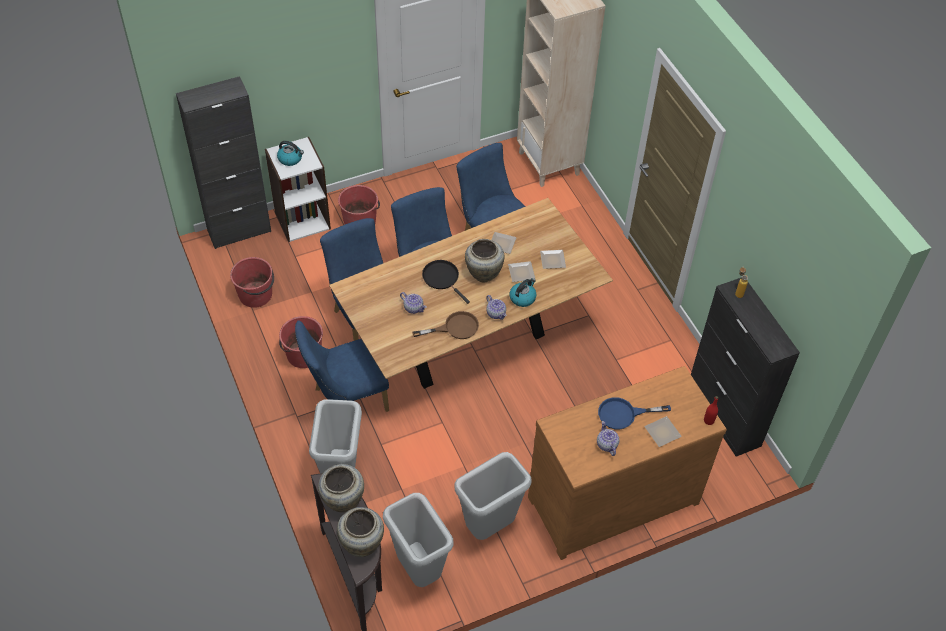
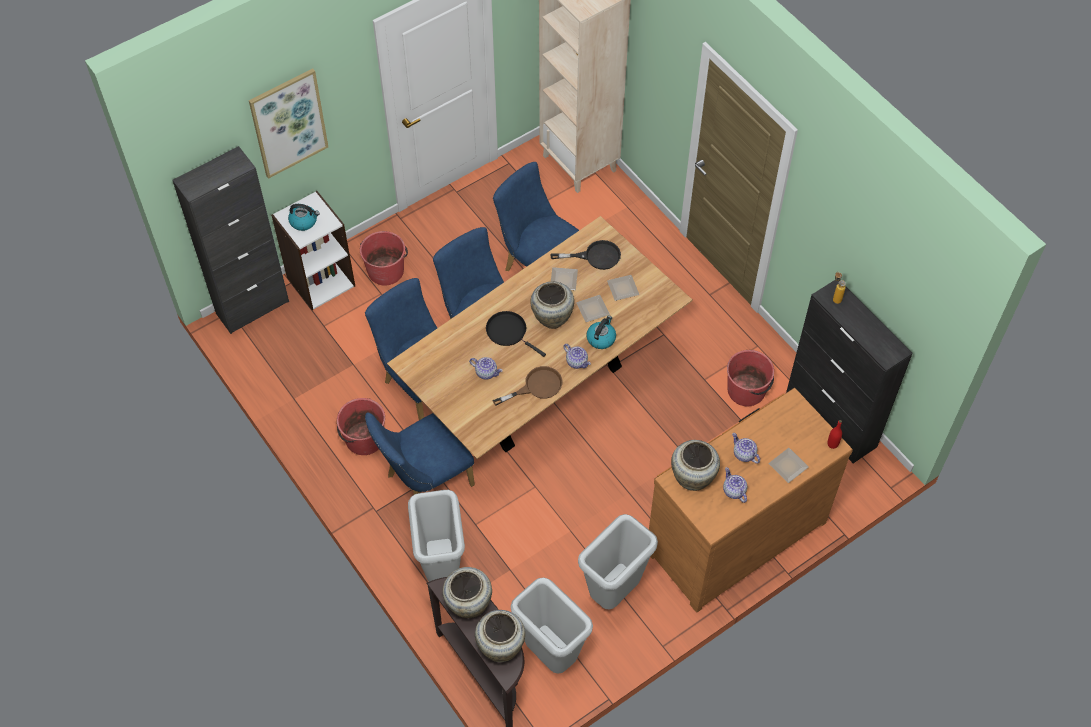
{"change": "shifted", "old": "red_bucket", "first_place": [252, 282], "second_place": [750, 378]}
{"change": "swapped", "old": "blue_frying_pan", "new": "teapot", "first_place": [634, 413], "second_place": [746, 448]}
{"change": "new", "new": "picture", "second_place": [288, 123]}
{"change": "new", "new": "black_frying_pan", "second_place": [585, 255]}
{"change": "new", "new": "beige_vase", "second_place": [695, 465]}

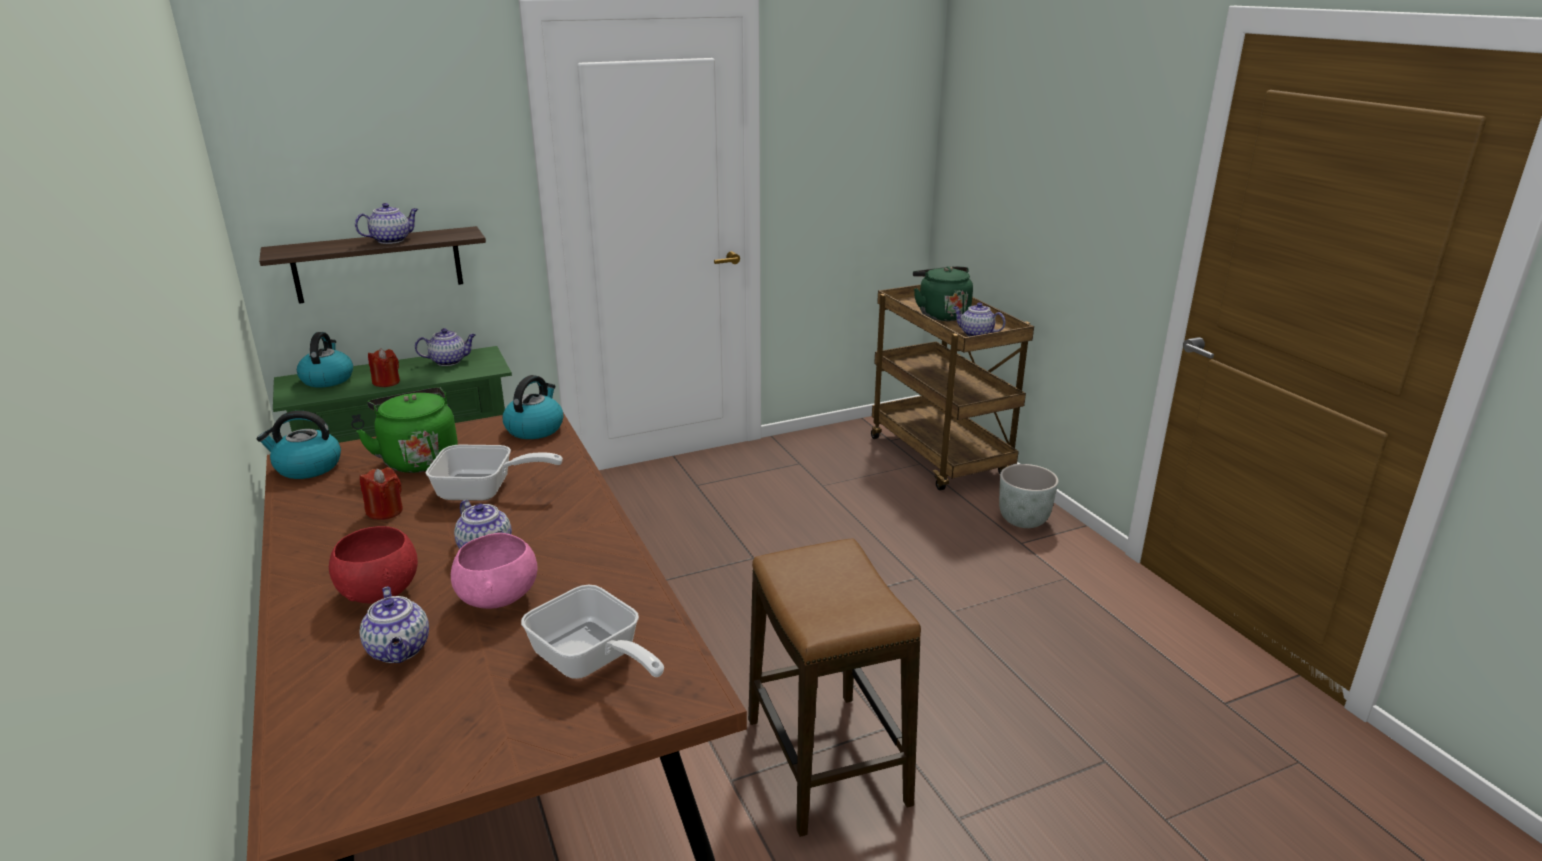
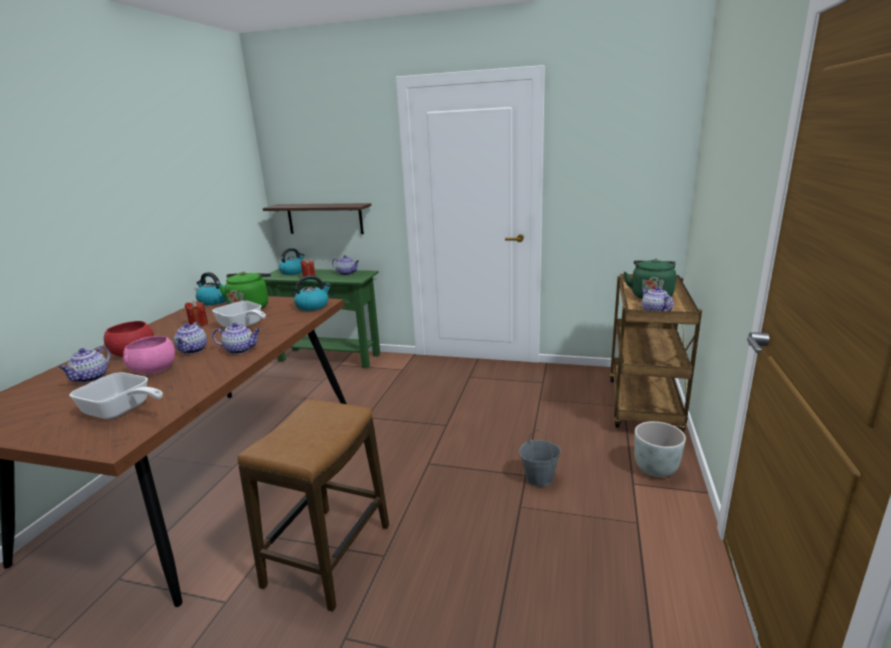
{"change": "shifted", "old": "teapot", "first_place": [386, 223], "second_place": [236, 338]}
{"change": "rotated", "old": "frying_pan", "first_place": [592, 632], "second_place": [116, 395], "degrees": -60}
{"change": "new", "new": "grey_bucket", "second_place": [540, 458]}

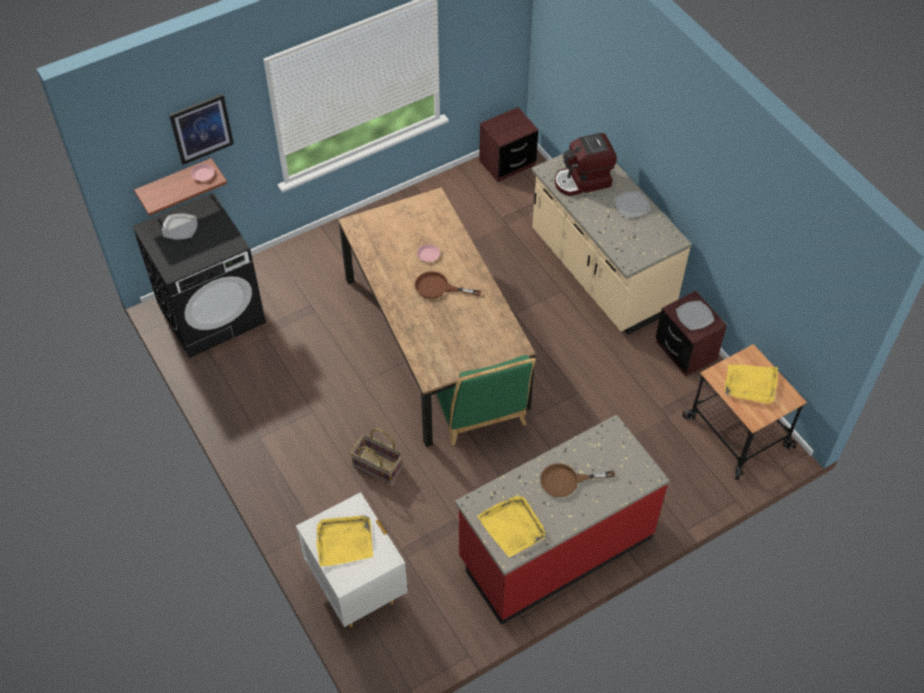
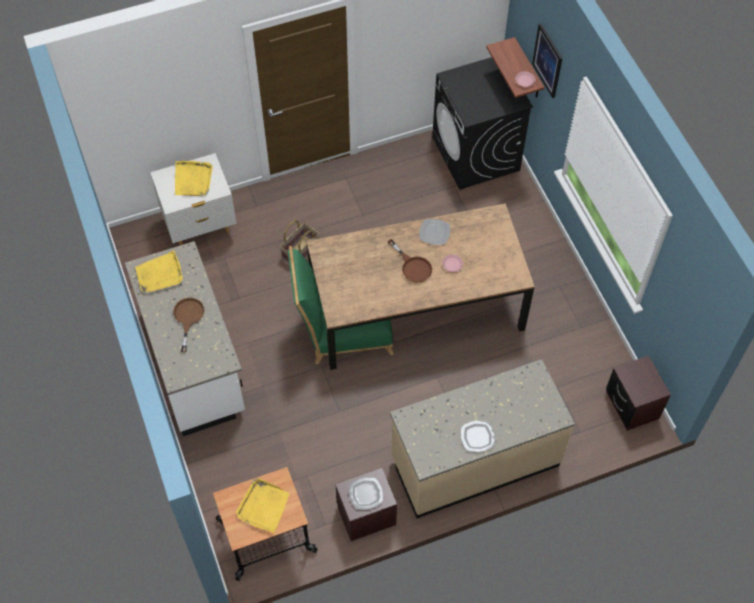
{"change": "gone", "old": "coffee_machine", "first_place": [586, 164]}
{"change": "shifted", "old": "plate", "first_place": [179, 226], "second_place": [434, 232]}
{"change": "rotated", "old": "brown_frying_pan", "first_place": [448, 285], "second_place": [410, 261], "degrees": 120}
{"change": "repainted", "old": "red_counter", "new": "white_counter", "first_place": [562, 520], "second_place": [185, 338]}

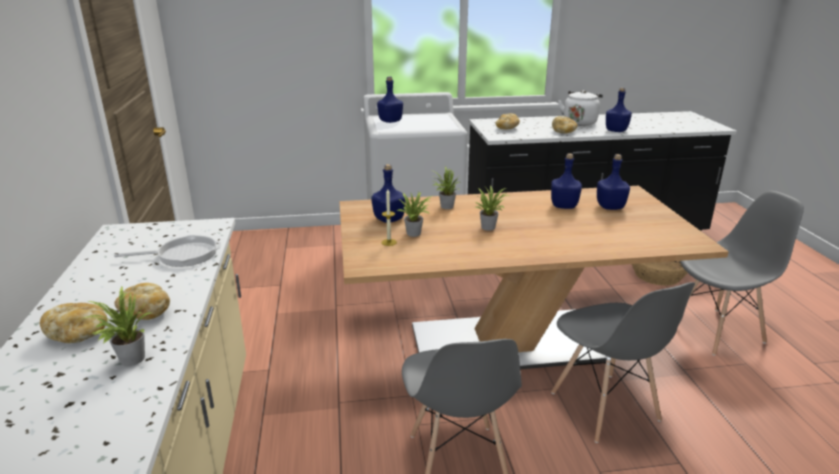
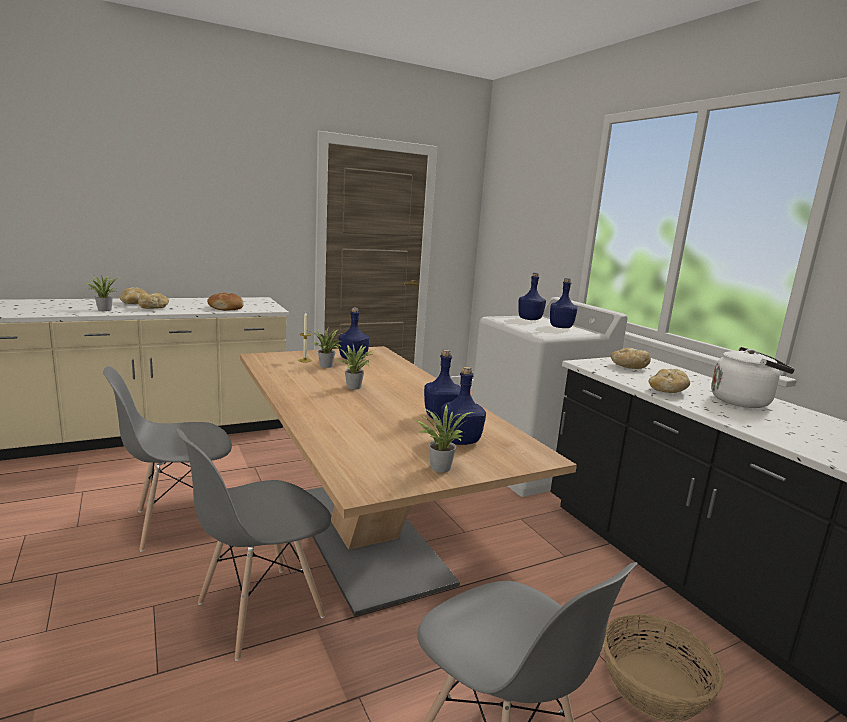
{"change": "shifted", "old": "blue_bottle", "first_place": [619, 110], "second_place": [564, 303]}
{"change": "shifted", "old": "potted_plant", "first_place": [445, 188], "second_place": [444, 439]}
{"change": "swapped", "old": "frying_pan", "new": "bread", "first_place": [167, 251], "second_place": [225, 302]}

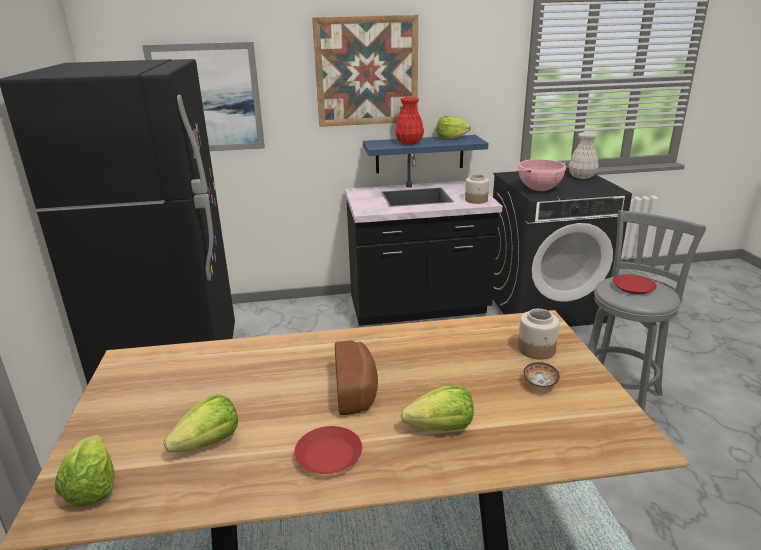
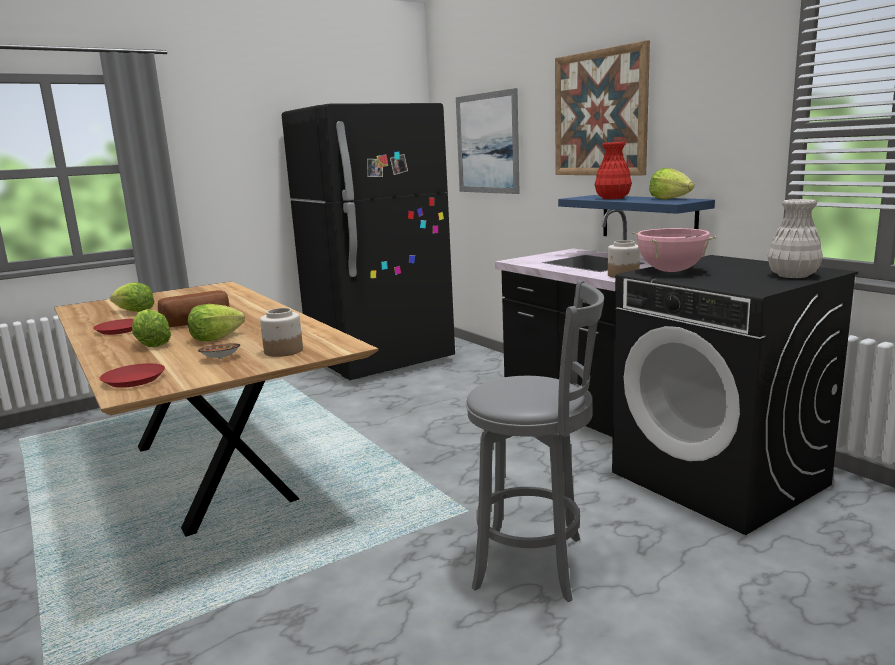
{"change": "shifted", "old": "red_plate", "first_place": [635, 284], "second_place": [132, 375]}
{"change": "shifted", "old": "lettuce", "first_place": [85, 471], "second_place": [216, 322]}

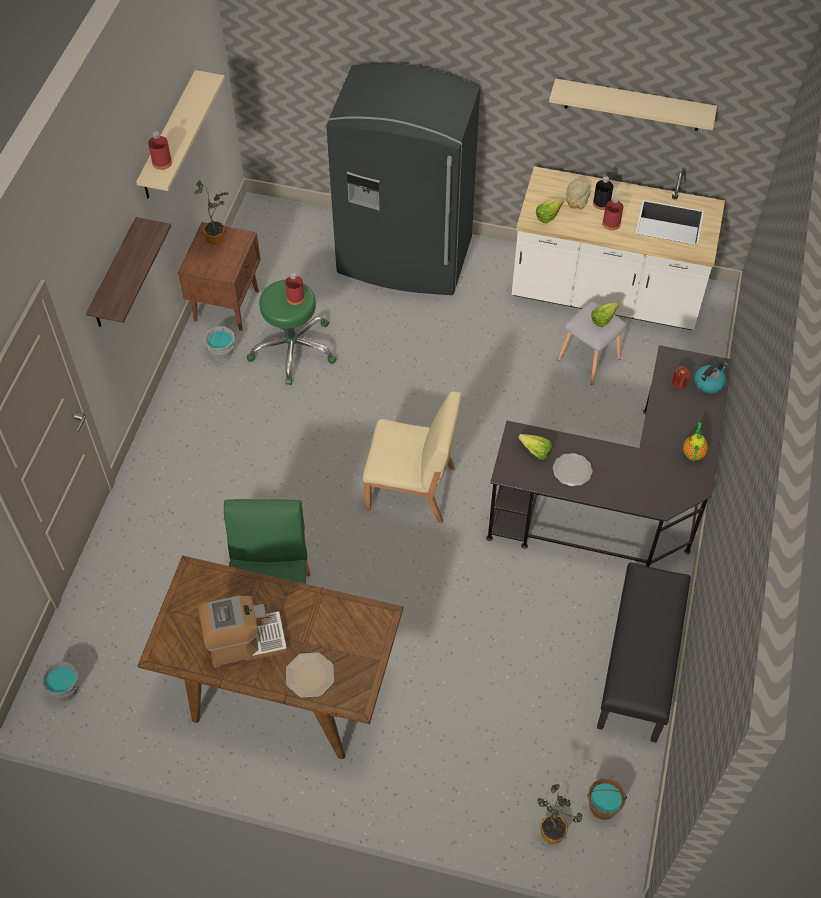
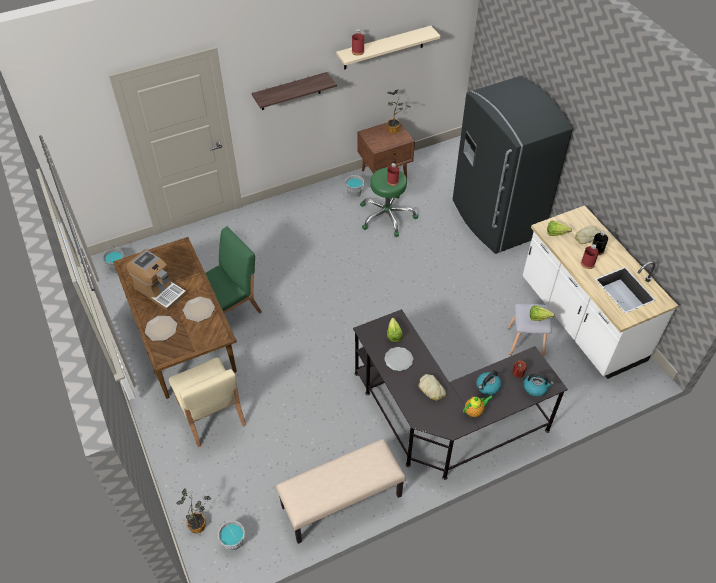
{"change": "gone", "old": "beige_shelf", "first_place": [633, 104]}
{"change": "shifted", "old": "beige_chair", "first_place": [412, 457], "second_place": [207, 402]}
{"change": "repainted", "old": "black_bench", "new": "beige_bench", "first_place": [644, 653], "second_place": [341, 491]}
{"change": "repainted", "old": "brown_bucket", "new": "grey_bucket", "first_place": [607, 799], "second_place": [231, 536]}
{"change": "new", "new": "plate", "second_place": [199, 309]}
{"change": "new", "new": "kettle", "second_place": [488, 382]}
{"change": "new", "new": "bread", "second_place": [432, 387]}

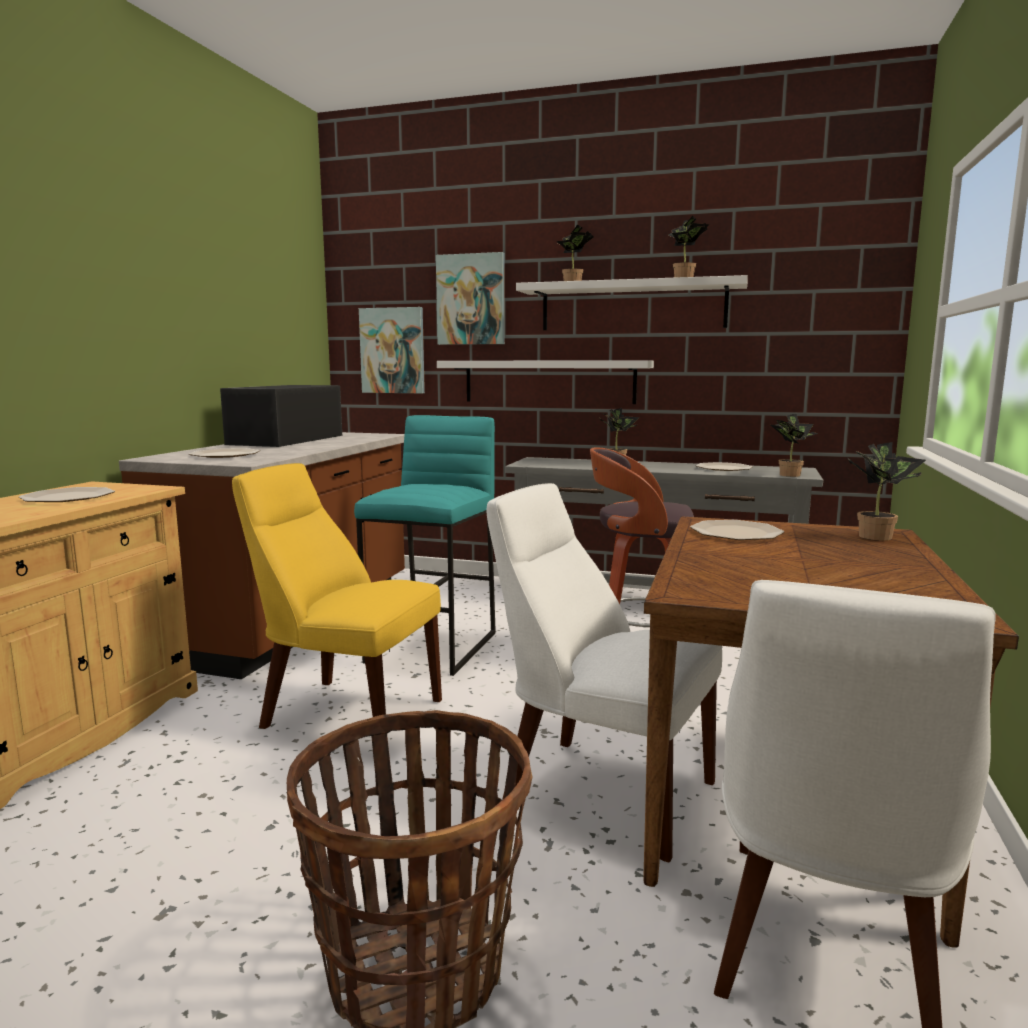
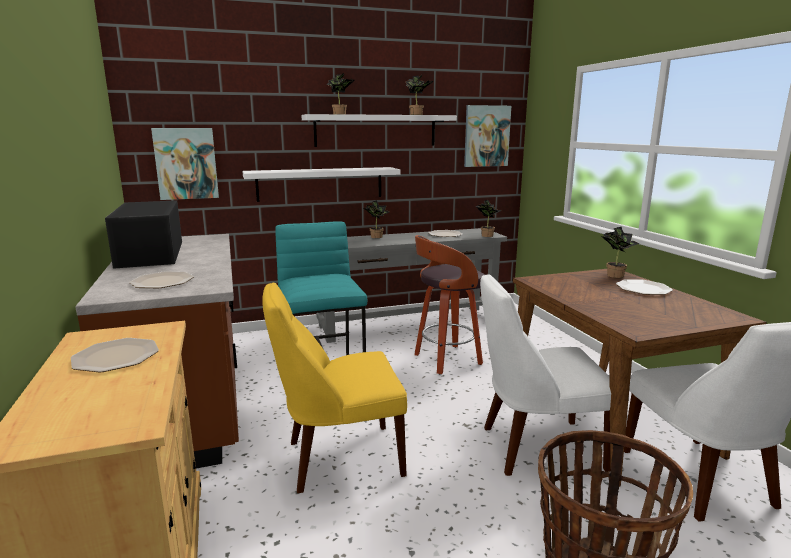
{"change": "shifted", "old": "picture", "first_place": [470, 298], "second_place": [487, 136]}
{"change": "shifted", "old": "plate", "first_place": [737, 530], "second_place": [644, 287]}

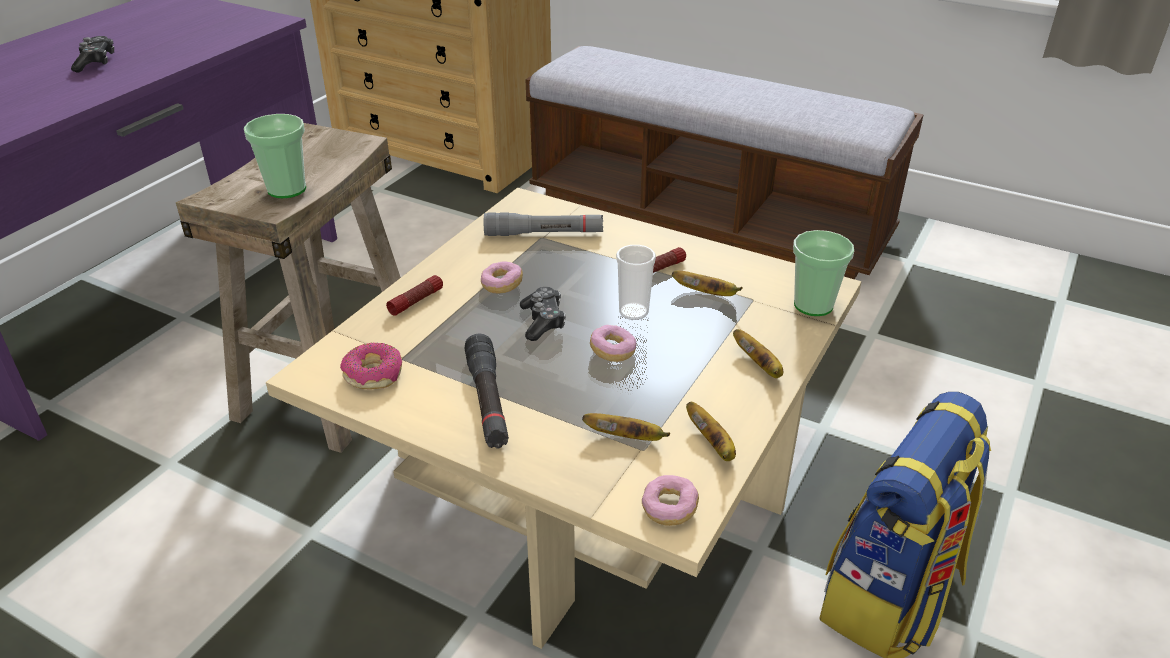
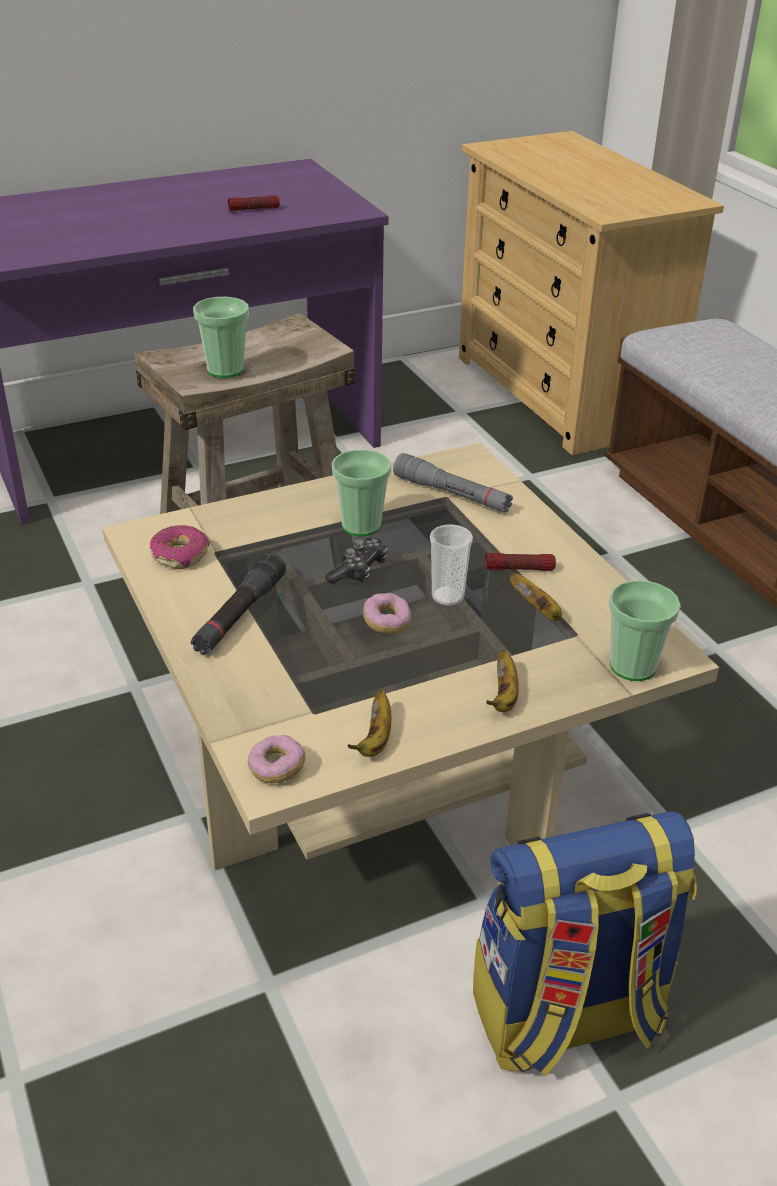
{"change": "gone", "old": "game_controller", "first_place": [92, 54]}
{"change": "swapped", "old": "donut", "new": "cup", "first_place": [502, 277], "second_place": [361, 492]}
{"change": "shifted", "old": "flashlight", "first_place": [414, 295], "second_place": [254, 203]}
{"change": "gone", "old": "banana", "first_place": [626, 427]}

